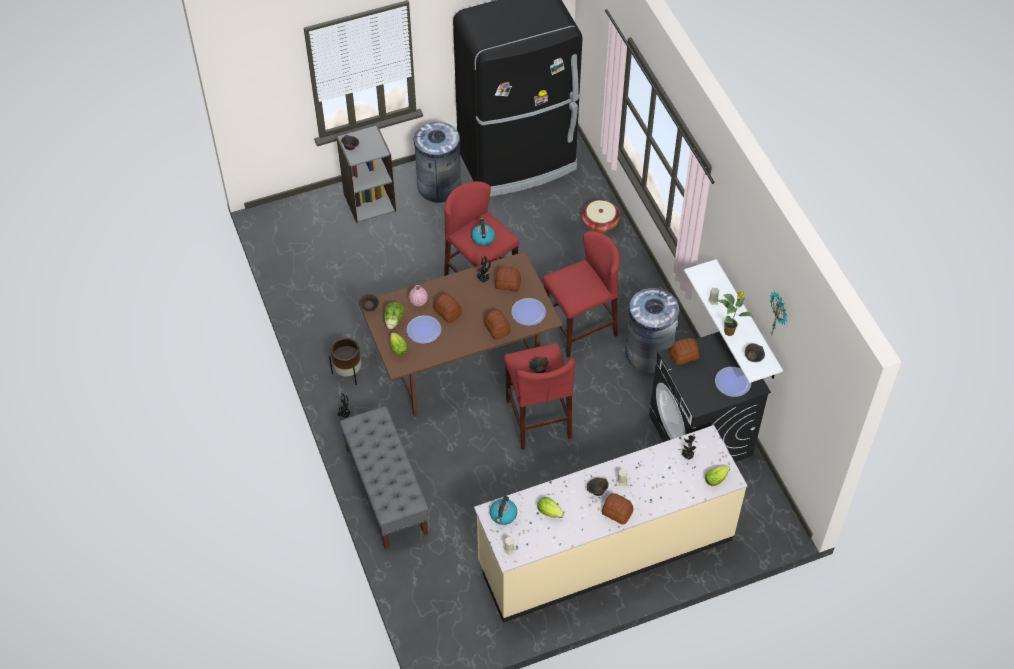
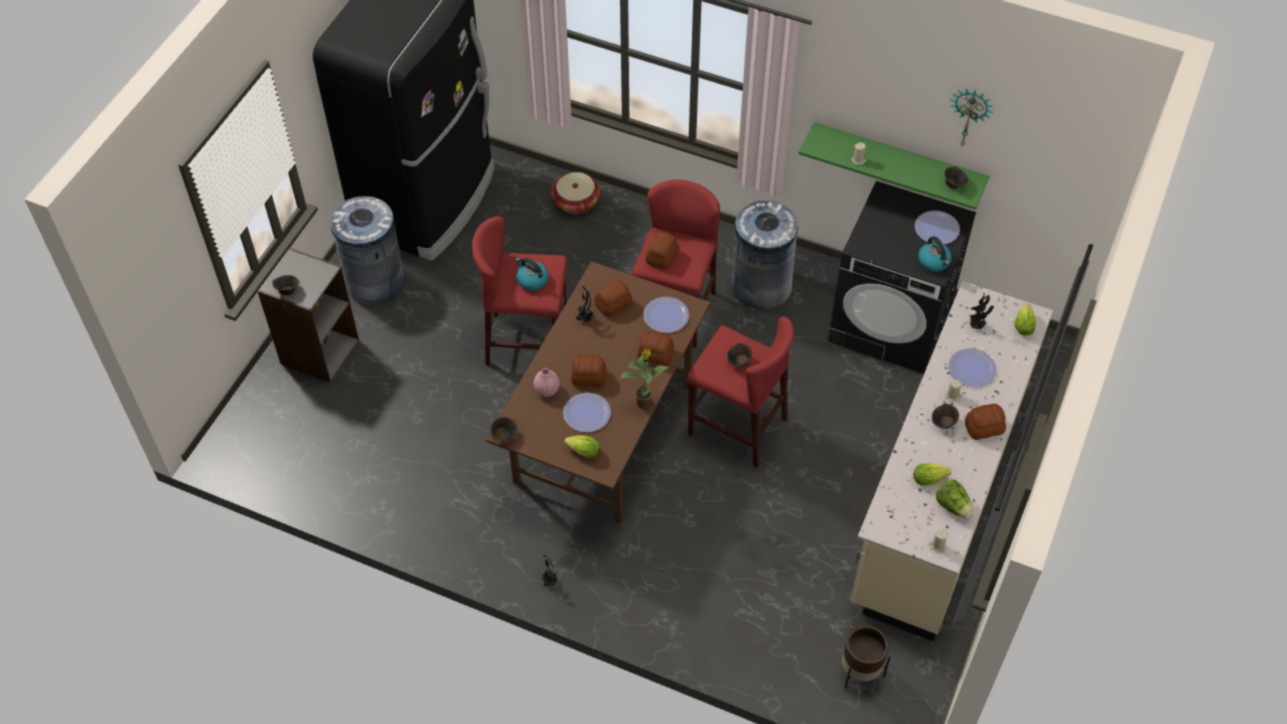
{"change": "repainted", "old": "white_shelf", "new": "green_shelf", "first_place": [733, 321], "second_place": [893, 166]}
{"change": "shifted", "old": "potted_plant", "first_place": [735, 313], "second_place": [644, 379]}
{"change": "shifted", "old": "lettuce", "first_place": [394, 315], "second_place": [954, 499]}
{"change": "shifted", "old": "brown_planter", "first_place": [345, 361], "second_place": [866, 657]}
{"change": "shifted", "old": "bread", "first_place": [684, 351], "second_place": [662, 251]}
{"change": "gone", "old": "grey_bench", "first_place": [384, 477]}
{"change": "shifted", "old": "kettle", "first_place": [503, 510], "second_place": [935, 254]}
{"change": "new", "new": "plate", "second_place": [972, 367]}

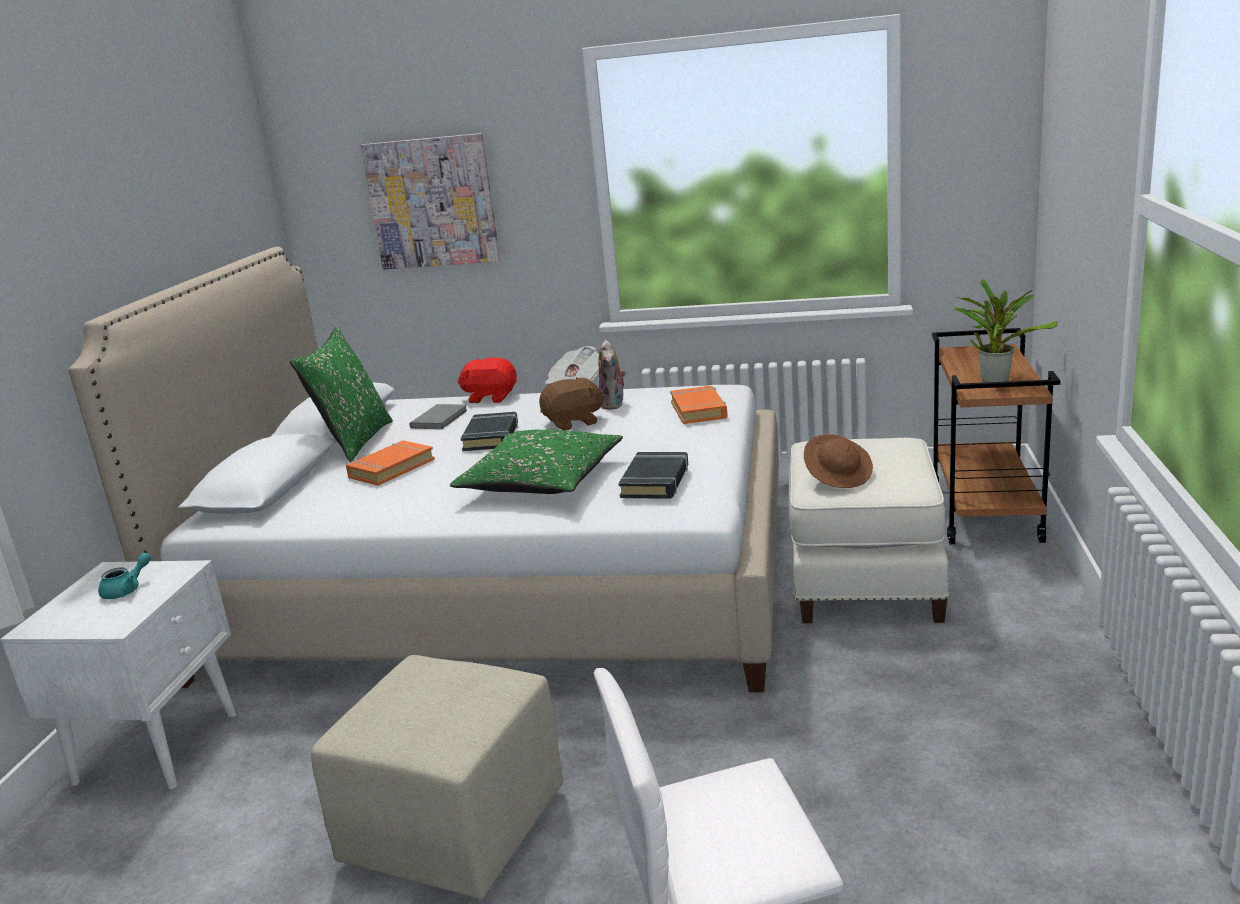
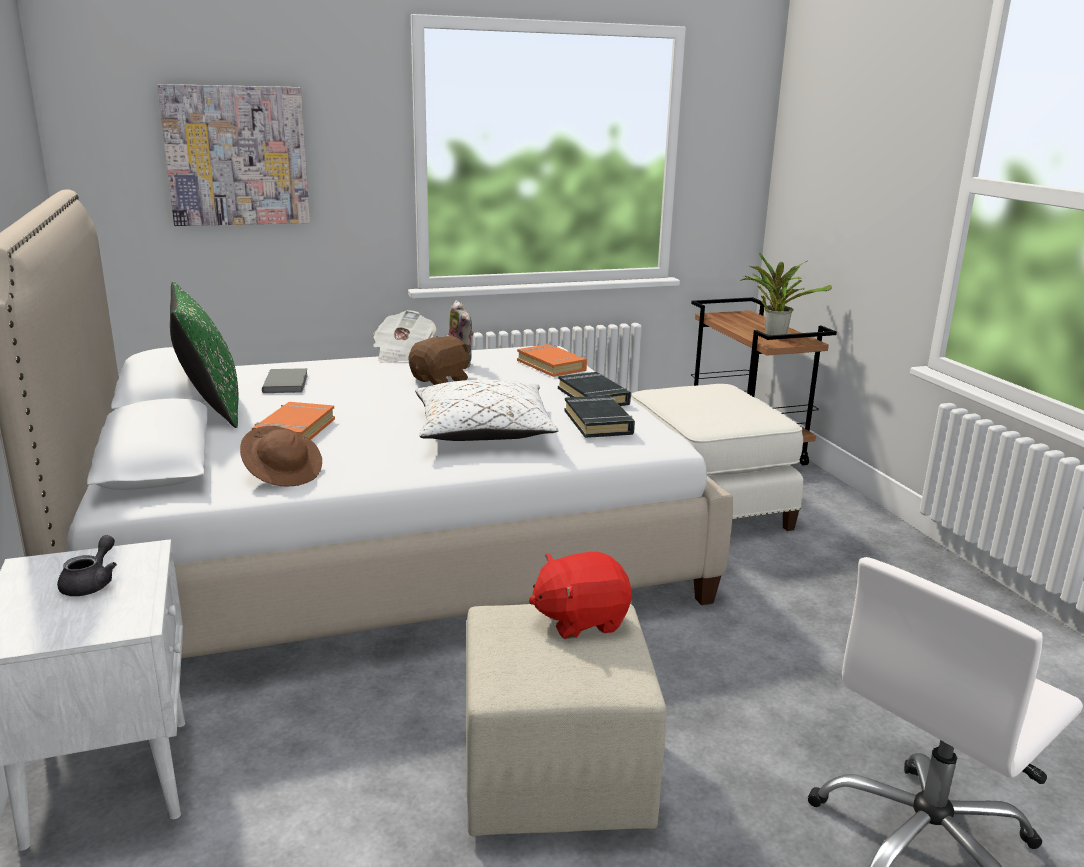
{"change": "shifted", "old": "red_plush_toy", "first_place": [487, 380], "second_place": [580, 595]}
{"change": "shifted", "old": "black_book", "first_place": [489, 431], "second_place": [594, 389]}
{"change": "repainted", "old": "green_pillow", "new": "white_pillow", "first_place": [536, 462], "second_place": [486, 410]}
{"change": "shifted", "old": "brown_hat", "first_place": [838, 461], "second_place": [281, 456]}
{"change": "repainted", "old": "turquoise_teapot", "new": "grey_teapot", "first_place": [124, 576], "second_place": [87, 565]}

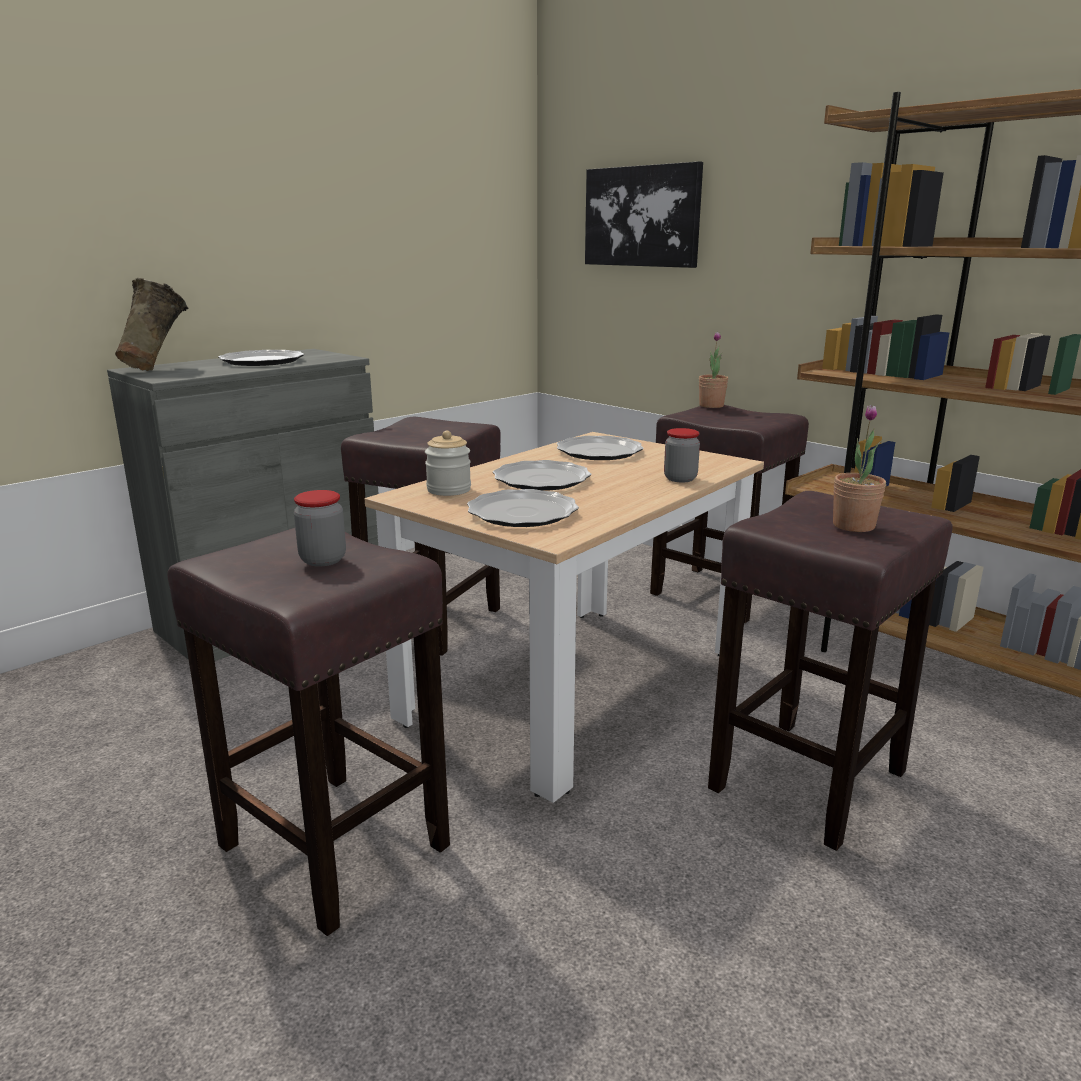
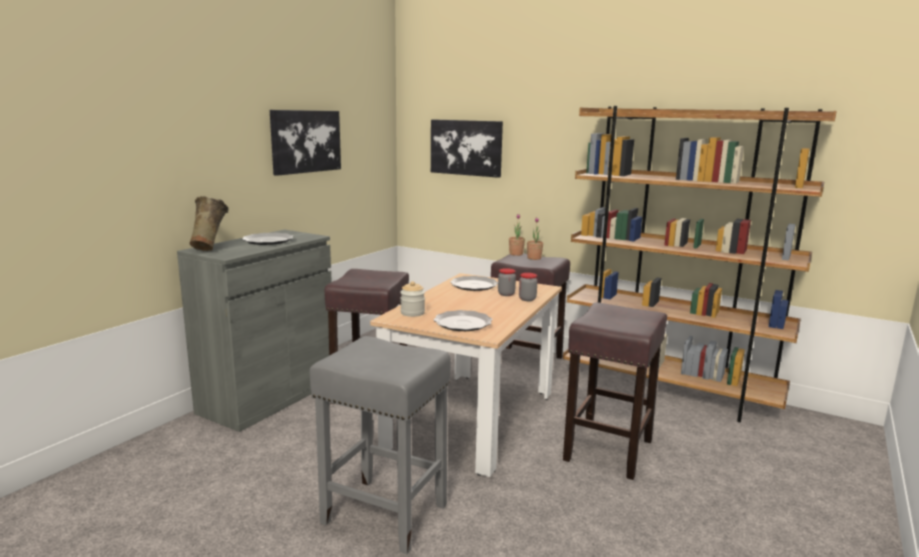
{"change": "shifted", "old": "potted_plant", "first_place": [859, 468], "second_place": [535, 238]}
{"change": "gone", "old": "plate", "first_place": [542, 475]}
{"change": "shifted", "old": "jar", "first_place": [320, 528], "second_place": [507, 282]}
{"change": "repainted", "old": "brown_stool", "new": "grey_stool", "first_place": [308, 732], "second_place": [380, 445]}
{"change": "new", "new": "picture", "second_place": [305, 143]}

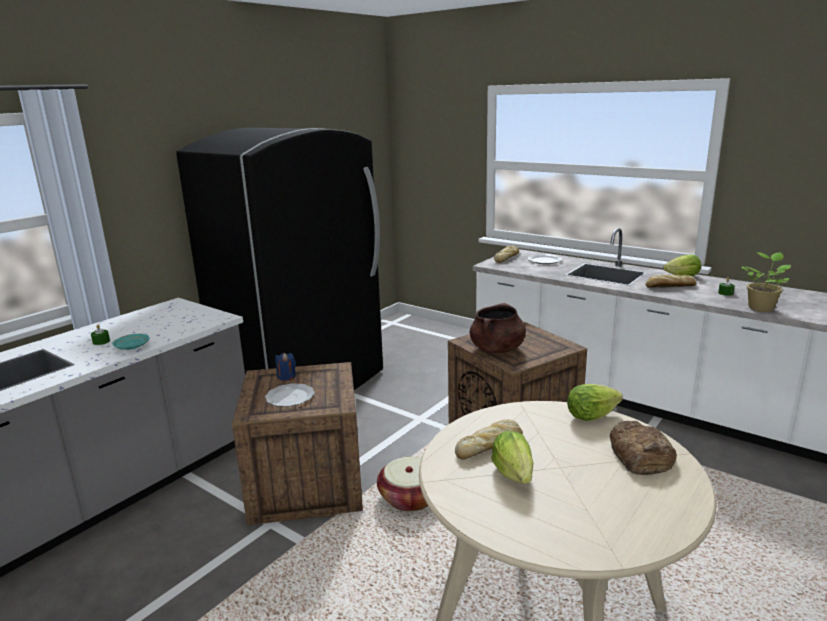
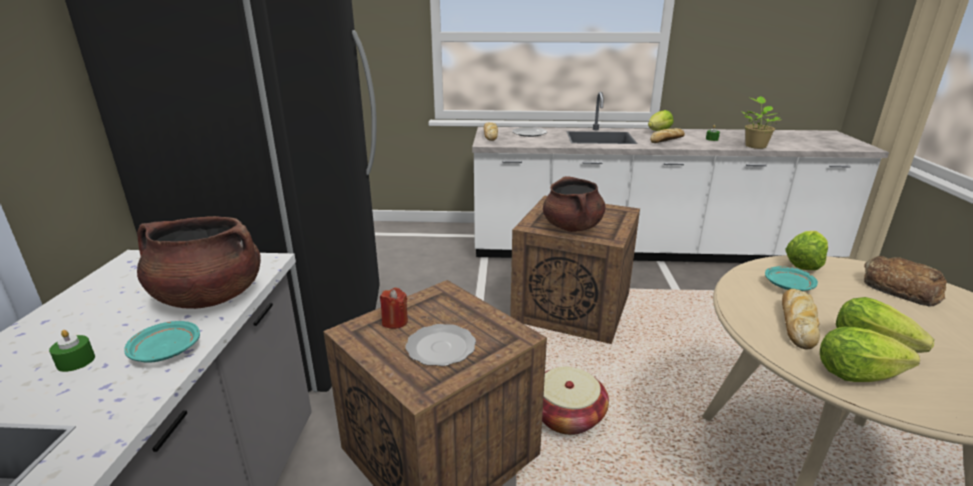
{"change": "repainted", "old": "blue_candle", "new": "red_candle", "first_place": [285, 367], "second_place": [394, 308]}
{"change": "new", "new": "brown_cooking_pot", "second_place": [199, 262]}
{"change": "new", "new": "turquoise_plate", "second_place": [791, 278]}
{"change": "new", "new": "lettuce", "second_place": [870, 354]}

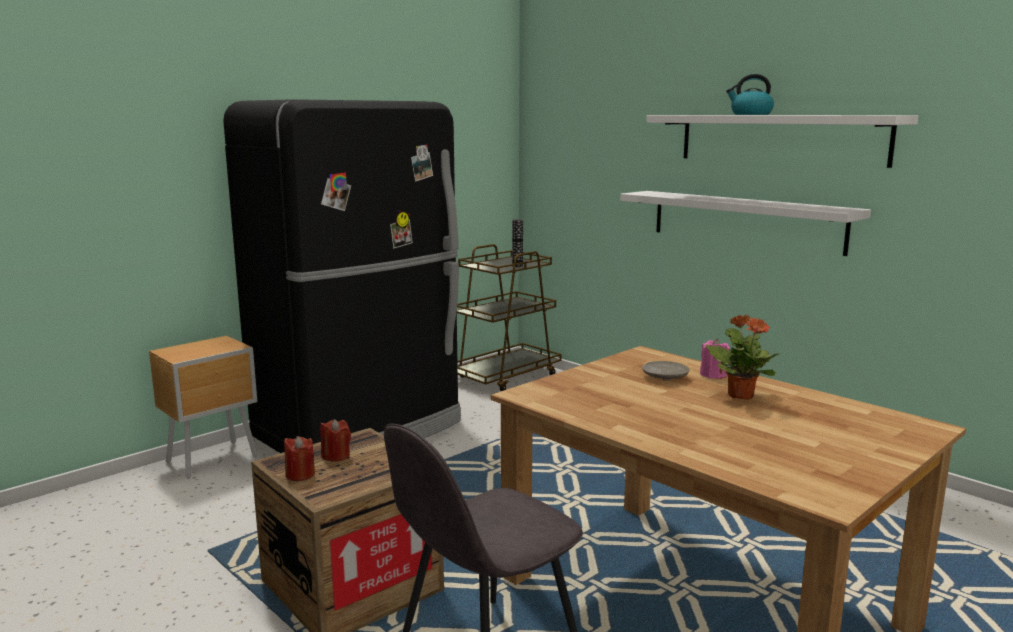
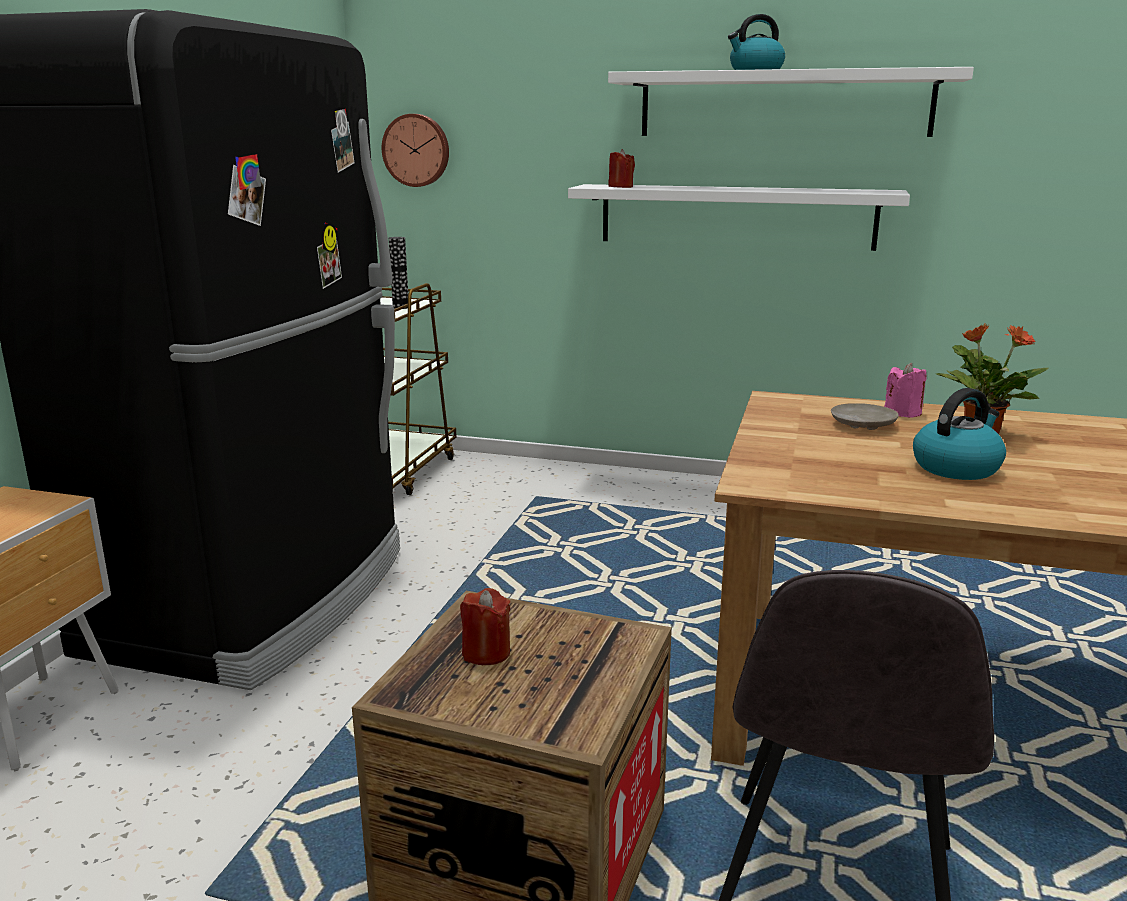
{"change": "shifted", "old": "red_candle", "first_place": [299, 458], "second_place": [621, 168]}
{"change": "new", "new": "wall_clock", "second_place": [415, 150]}
{"change": "new", "new": "kettle", "second_place": [959, 434]}

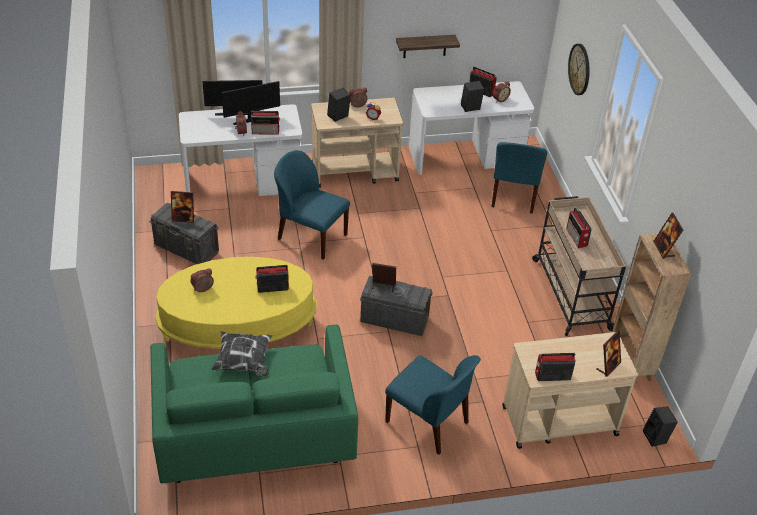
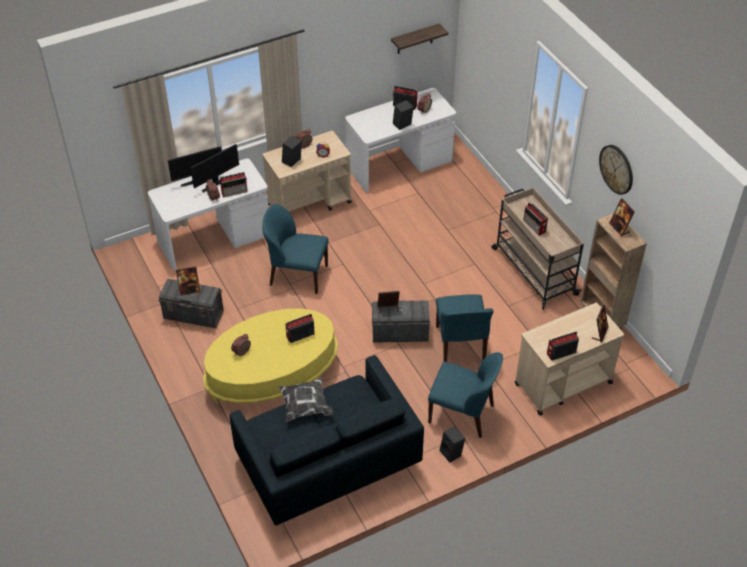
{"change": "shifted", "old": "shelf", "first_place": [428, 46], "second_place": [419, 38]}
{"change": "shifted", "old": "wall_clock", "first_place": [579, 69], "second_place": [616, 170]}
{"change": "shifted", "old": "blue_chair", "first_place": [519, 178], "second_place": [465, 328]}
{"change": "repainted", "old": "green_sofa", "new": "blue_sofa", "first_place": [254, 404], "second_place": [326, 440]}
{"change": "shifted", "old": "black_speaker", "first_place": [660, 426], "second_place": [452, 445]}

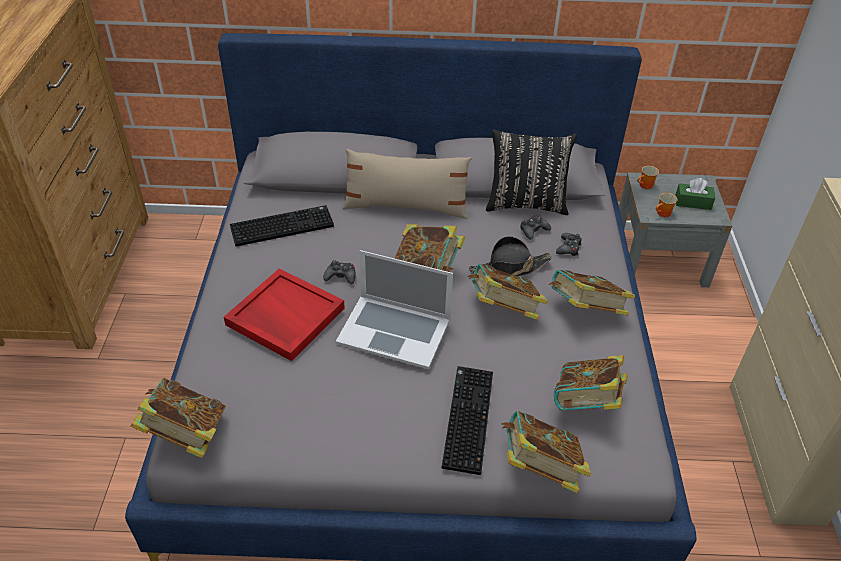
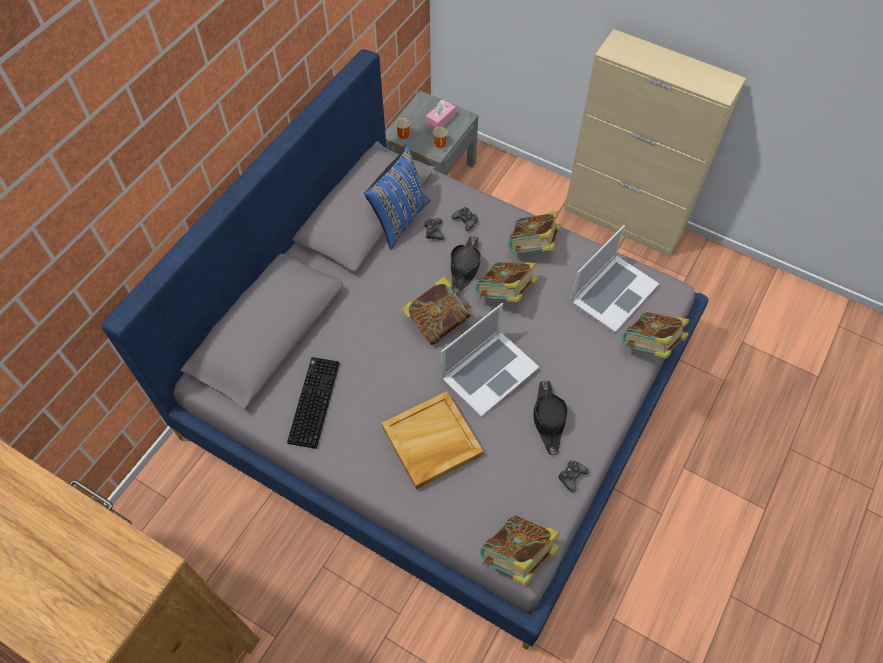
{"change": "repainted", "old": "black_pillow", "new": "blue_pillow", "first_place": [531, 172], "second_place": [397, 197]}
{"change": "gone", "old": "beige_pillow", "first_place": [407, 184]}
{"change": "repainted", "old": "green_tissue_box", "new": "pink_tissue_box", "first_place": [695, 194], "second_place": [441, 114]}
{"change": "shifted", "old": "black_game_controller", "first_place": [339, 272], "second_place": [573, 477]}
{"change": "repainted", "old": "red_tray", "new": "beige_tray", "first_place": [284, 314], "second_place": [432, 440]}
{"change": "swapped", "old": "book", "new": "laptop", "first_place": [590, 383], "second_place": [614, 279]}
{"change": "gone", "old": "keyboard", "first_place": [467, 420]}
{"change": "new", "new": "black_hat", "second_place": [550, 417]}

